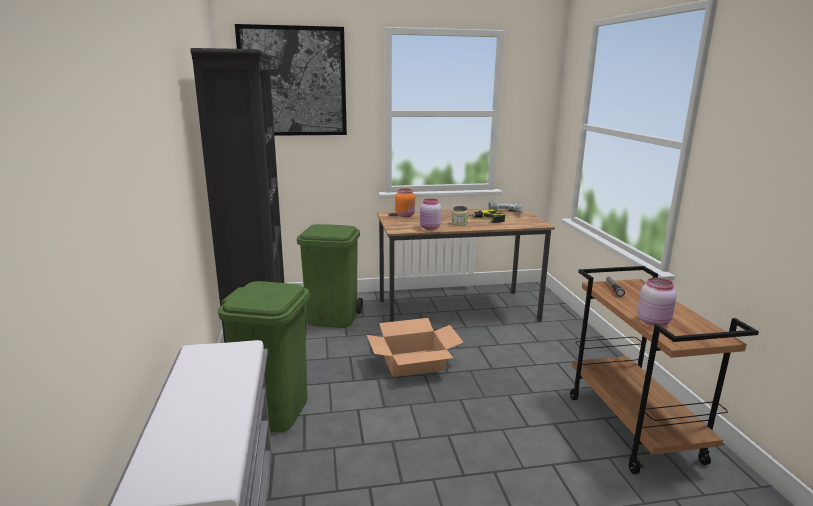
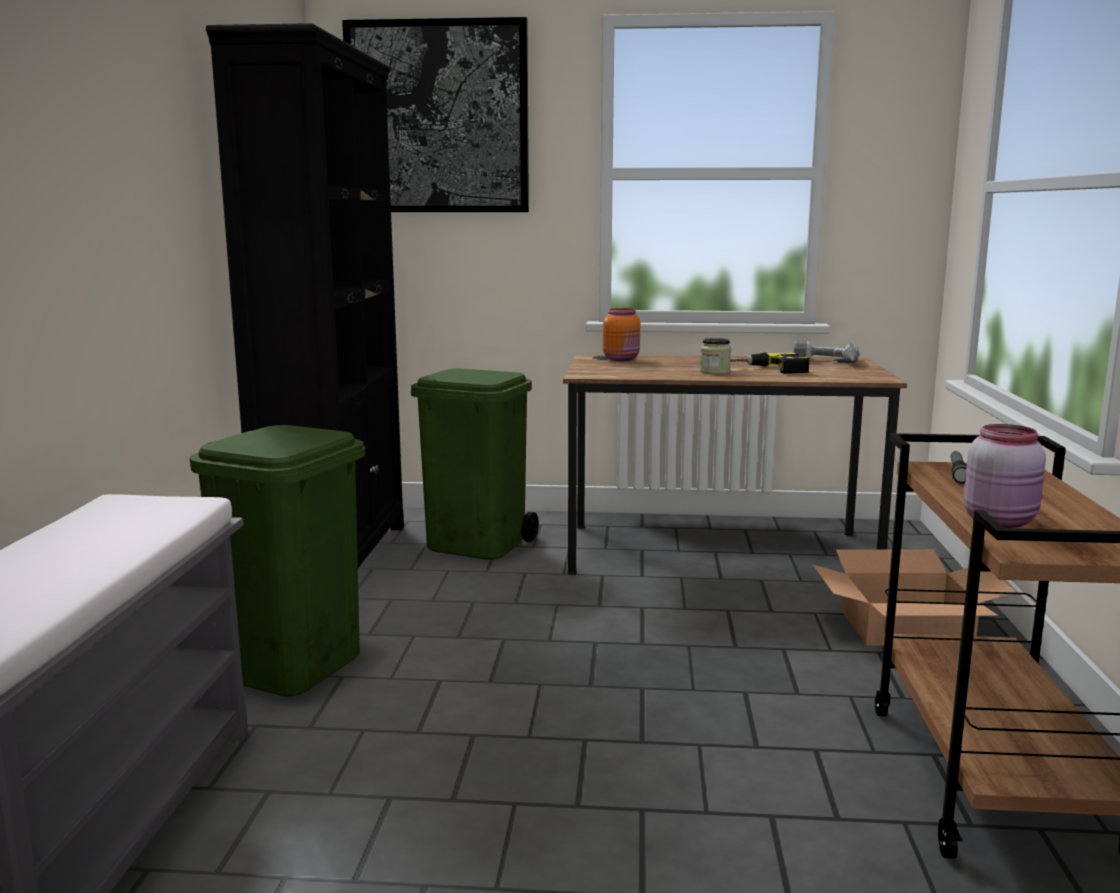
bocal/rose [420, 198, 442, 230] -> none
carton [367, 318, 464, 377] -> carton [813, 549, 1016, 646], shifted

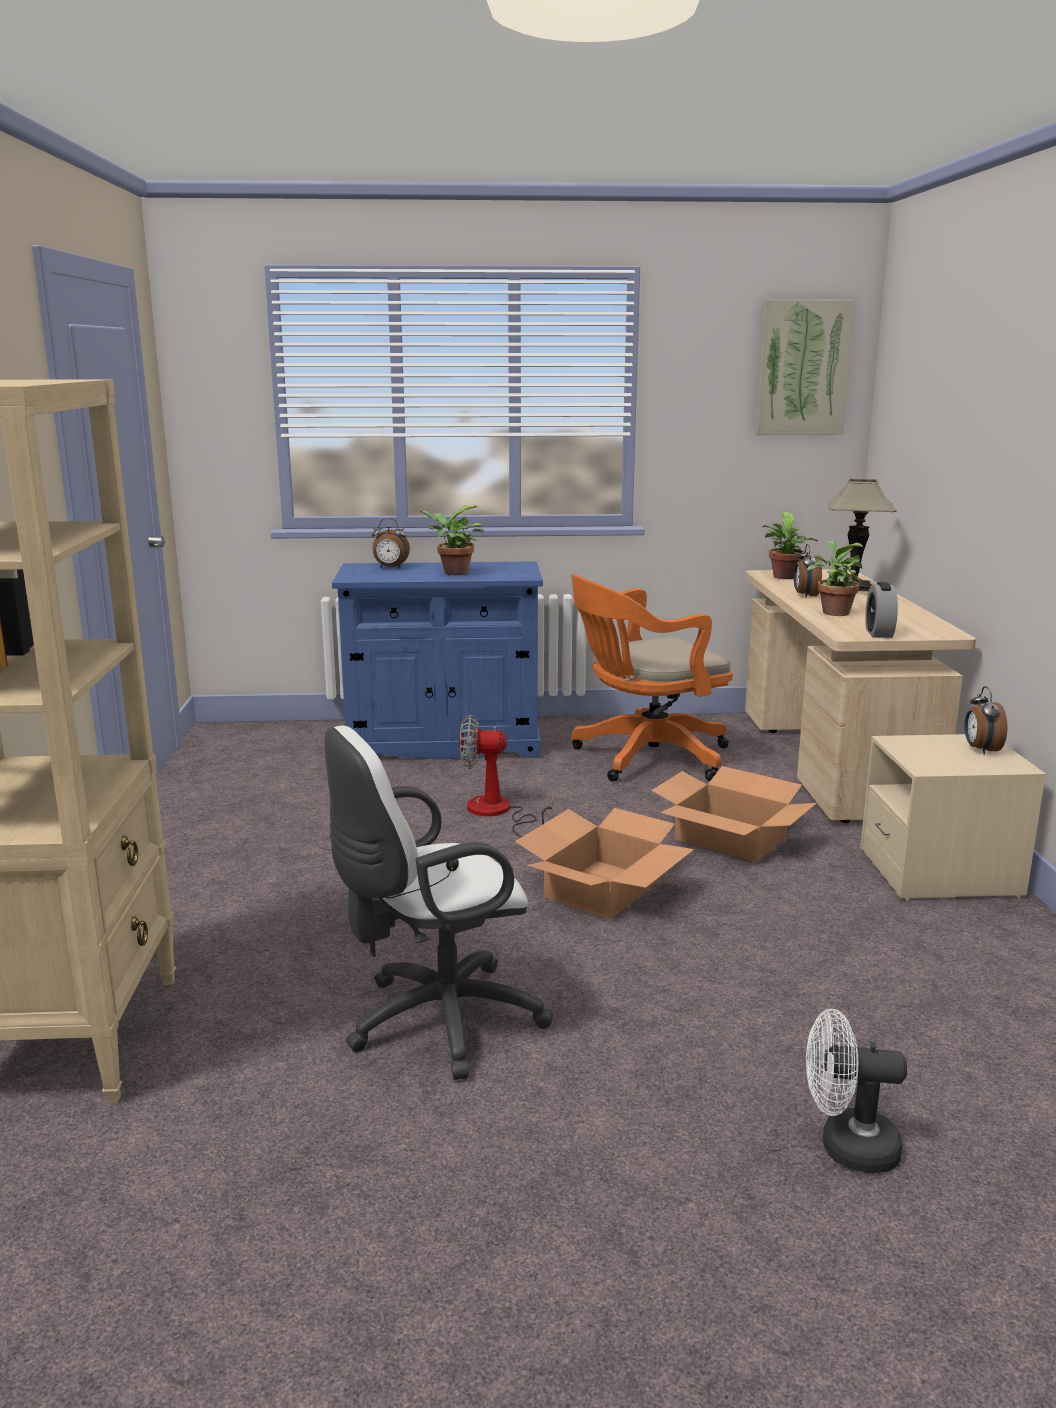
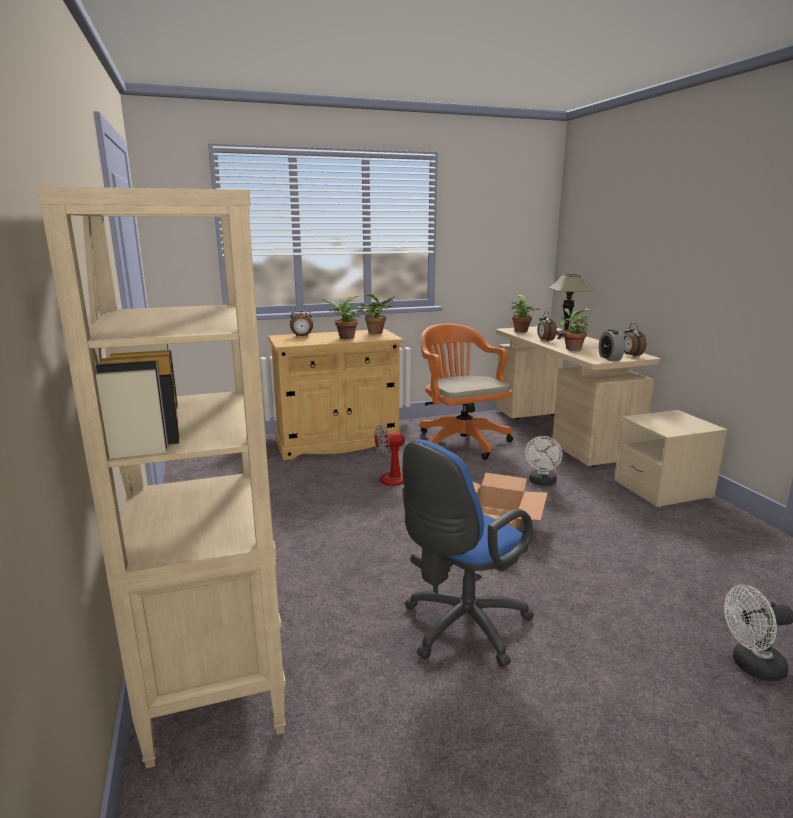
tableau [755, 300, 855, 435] -> none
none -> plante en pot [359, 294, 397, 334]
réveil [964, 686, 1007, 755] -> réveil [623, 323, 647, 357], shifted
carton [651, 766, 817, 862] -> ventilateur/blanc [525, 436, 563, 486]
chaise de bureau/blanc [324, 726, 553, 1080] -> chaise de bureau/bleu [402, 440, 534, 667]
meuble de rangement/bleu [332, 561, 543, 759] -> meuble de rangement/beige [268, 329, 404, 460]
chaise de bureau/orange [571, 574, 733, 782] -> chaise de bureau/orange [420, 323, 513, 460], 105 degrees clockwise

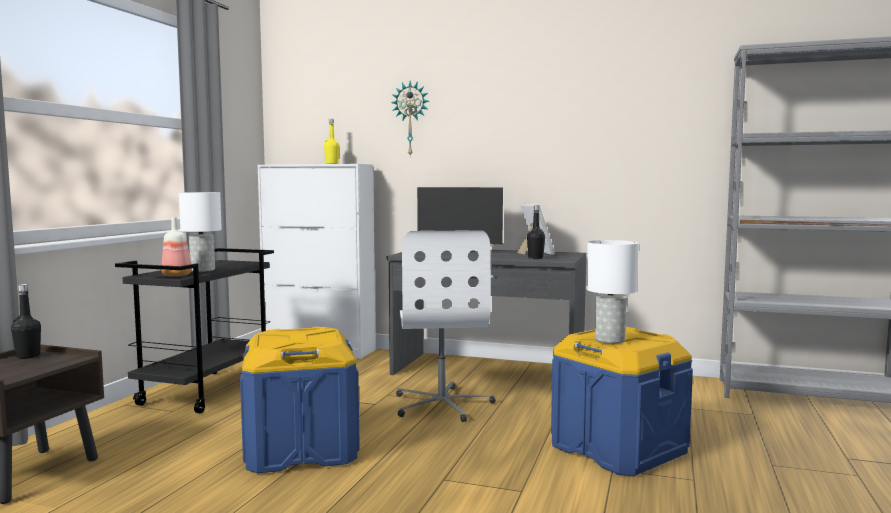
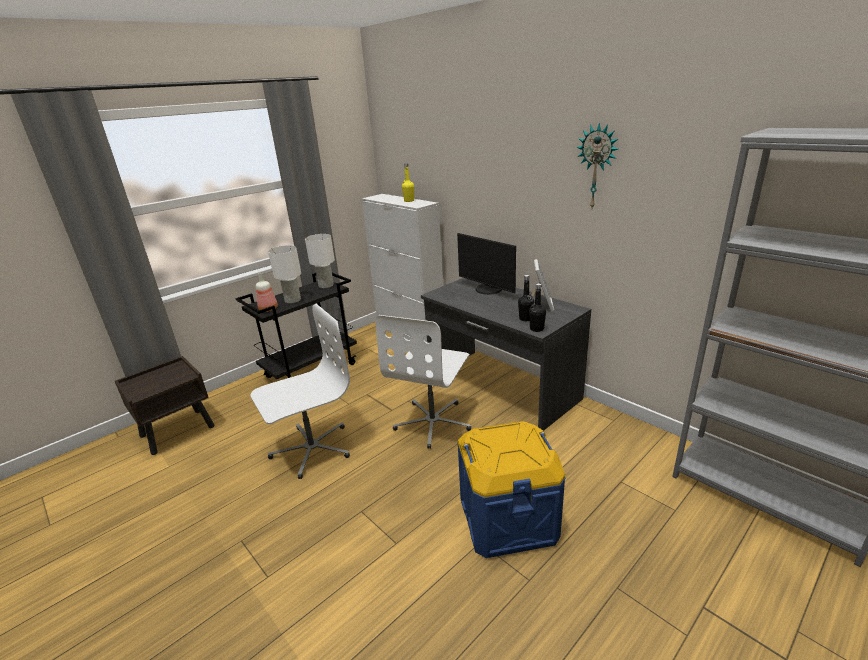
bouteille/noir [11, 284, 41, 359] -> bouteille/noir [529, 283, 546, 332], shifted
horloge murale [391, 81, 429, 157] -> horloge murale [576, 122, 618, 208], shifted
lampe de table/blanc [586, 240, 639, 344] -> lampe de table/blanc [305, 234, 335, 288], shifted
boîte de rangement/bleu [240, 327, 360, 473] -> chaise de bureau/blanc [251, 304, 350, 479]

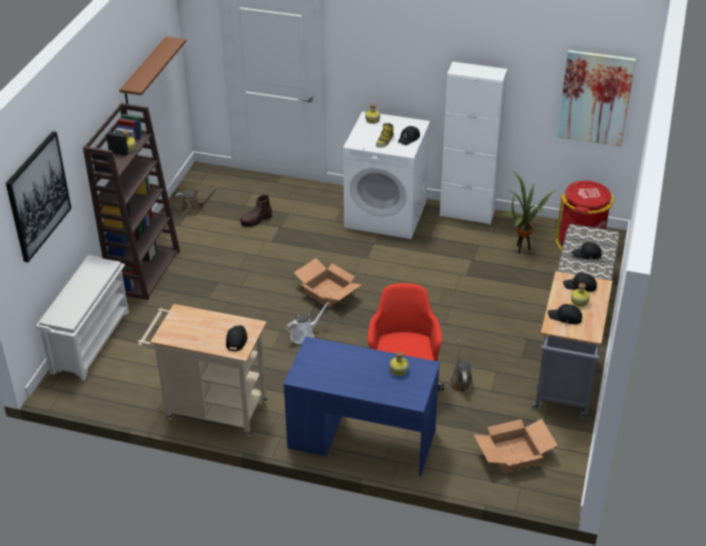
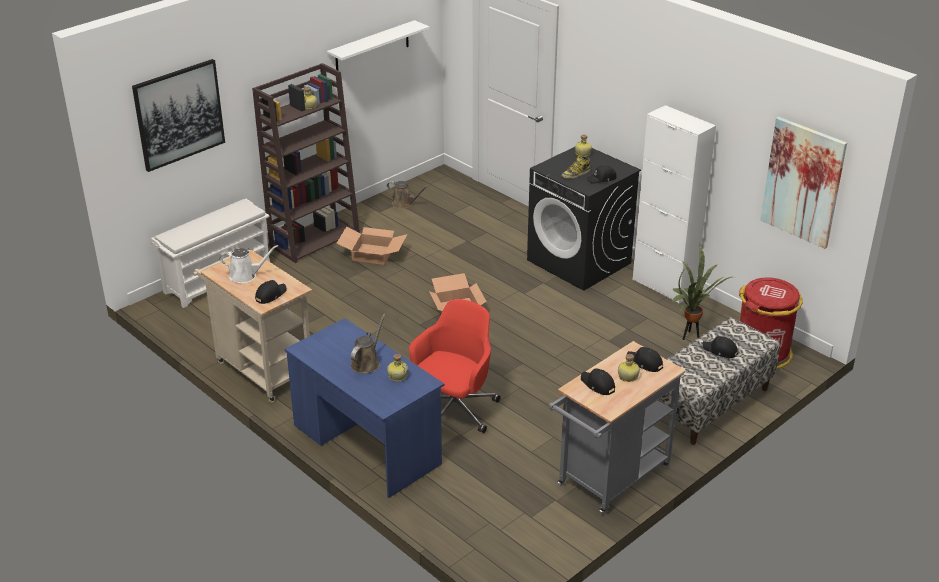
botte/marron [240, 195, 272, 227] -> none
arrosoir/blanc [286, 302, 330, 344] -> arrosoir/blanc [219, 245, 278, 283], shifted
arrosoir/marron [449, 338, 473, 393] -> arrosoir/marron [350, 314, 386, 374], shifted
carton [474, 419, 558, 473] -> carton [337, 227, 407, 265], shifted
étagère/marron [120, 37, 186, 104] -> étagère/blanc [327, 20, 430, 70]
lave-linge/blanc [343, 111, 430, 239] -> lave-linge/noir [527, 147, 641, 291]

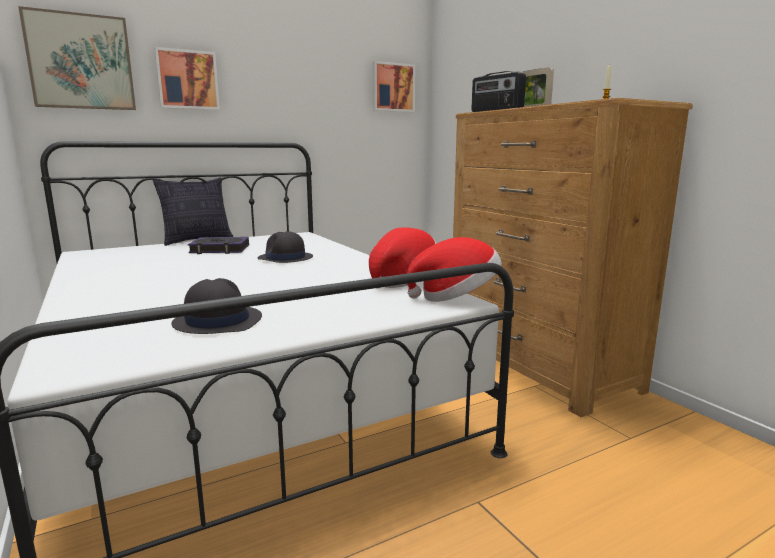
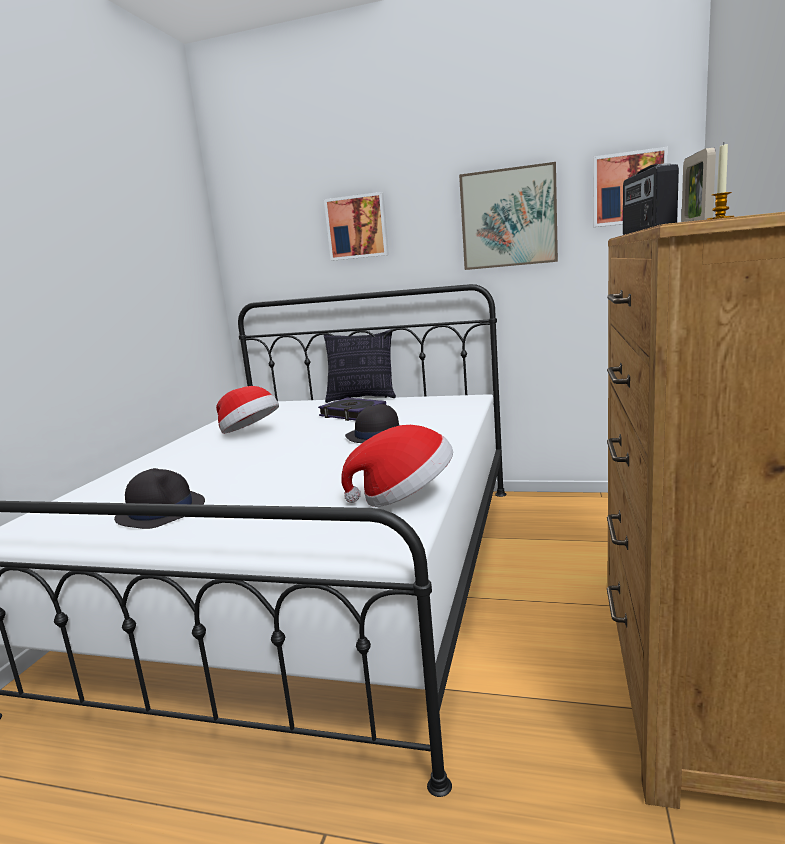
tableau [18, 6, 136, 110] -> tableau [459, 162, 558, 270], shifted
chapeau [407, 237, 502, 302] -> chapeau [216, 386, 279, 434], shifted

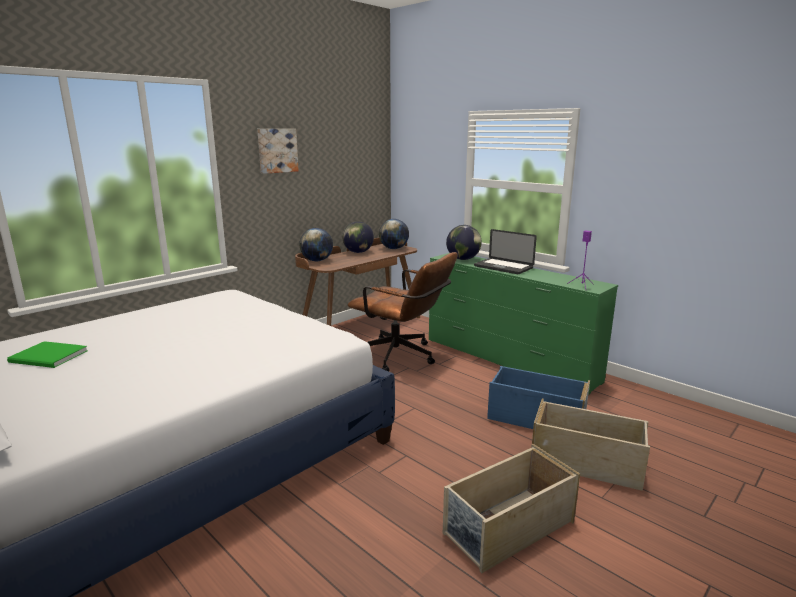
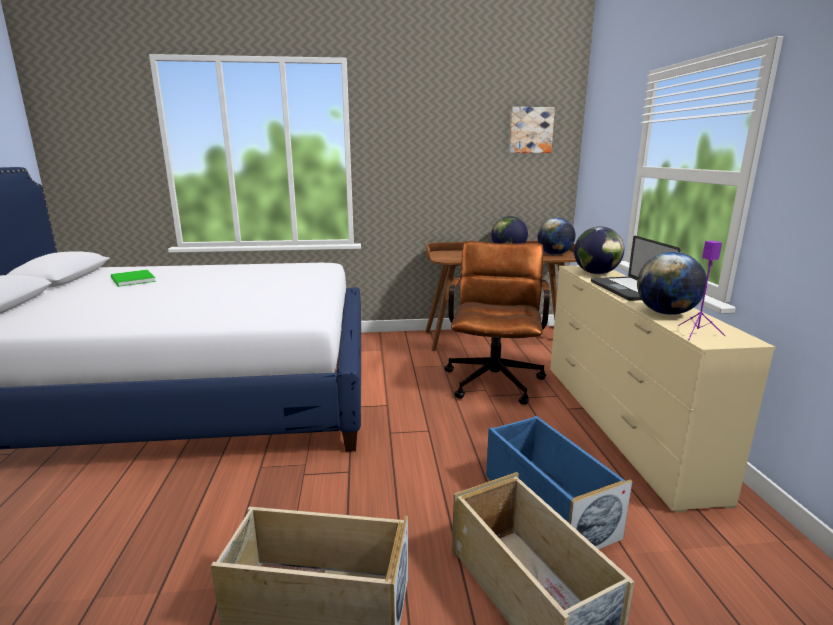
tableau [257, 129, 299, 174] -> tableau [509, 107, 555, 153], shifted
globe [299, 228, 333, 261] -> globe [637, 252, 707, 315], shifted
commode/vert [429, 253, 618, 395] -> commode/beige [550, 265, 776, 512]
chaise de bureau/marron [348, 252, 458, 371] -> chaise de bureau/marron [444, 241, 550, 405], 150 degrees counterclockwise

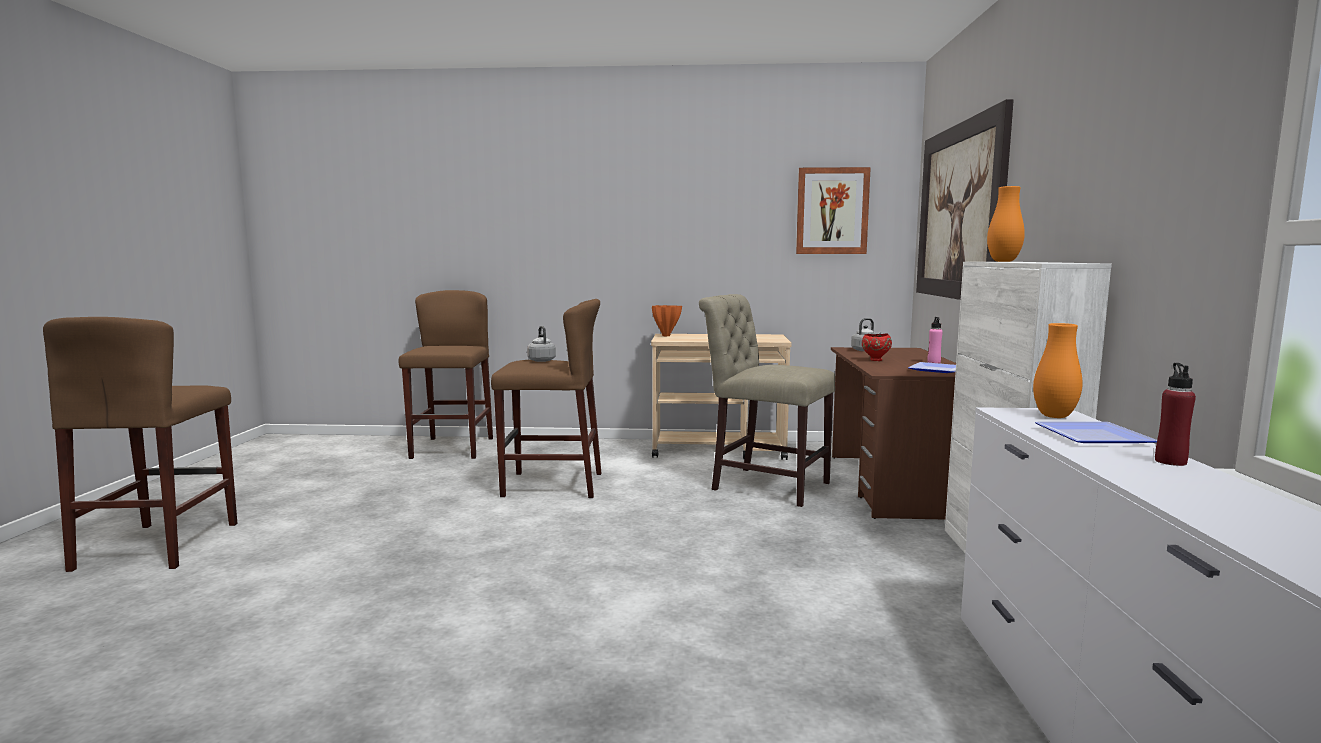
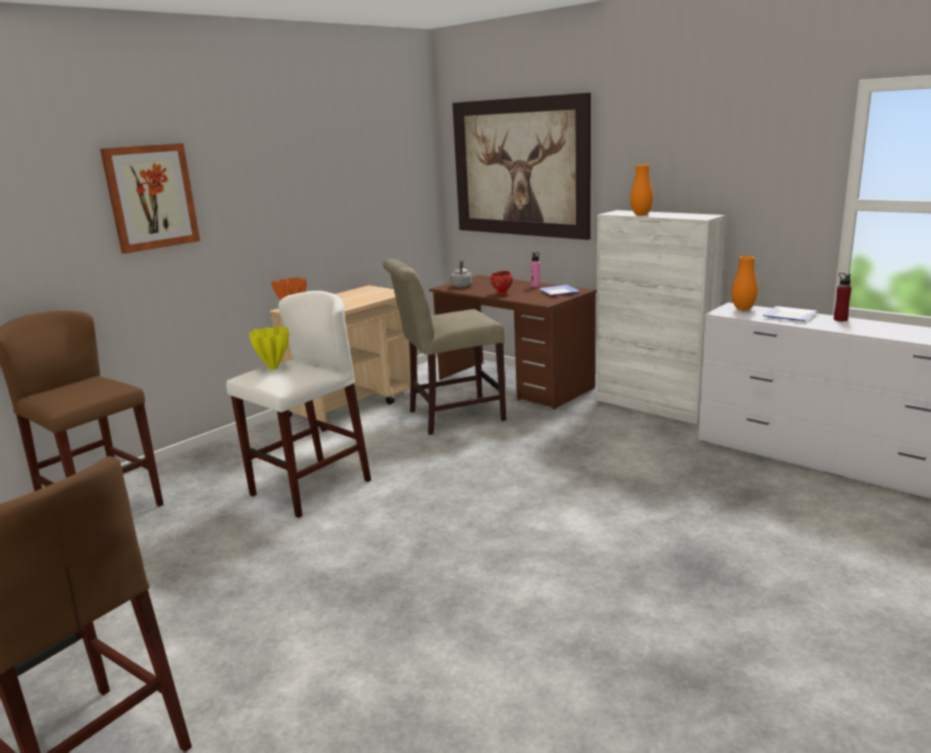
tableau [796, 167, 871, 254] -> tableau [100, 143, 200, 254], shifted
bouilloire/gris [527, 326, 556, 362] -> vase/jaune [249, 326, 289, 370]
tabouret/marron [491, 299, 601, 498] -> tabouret/blanc [226, 291, 371, 518]

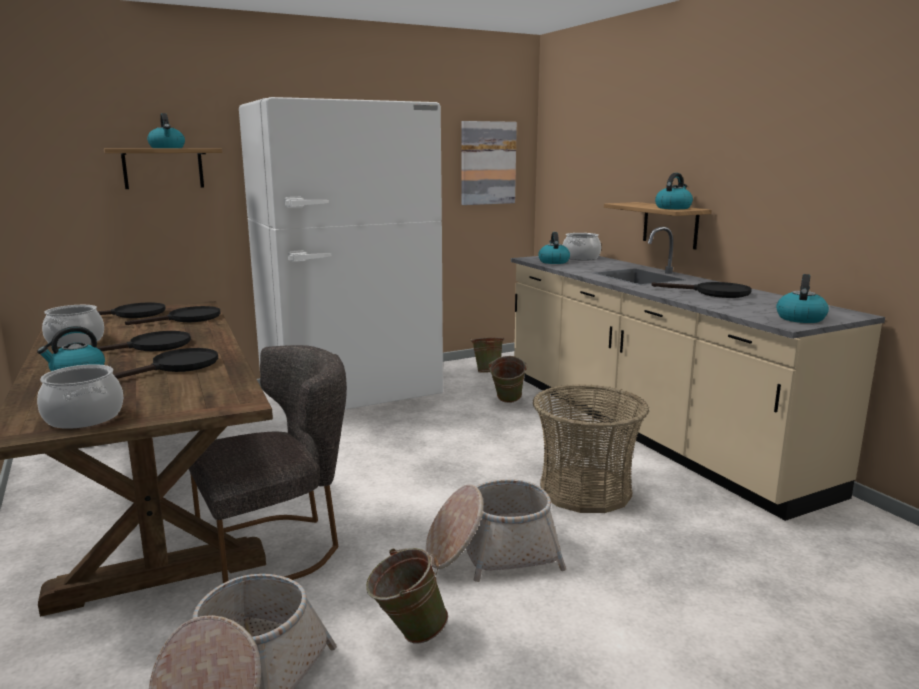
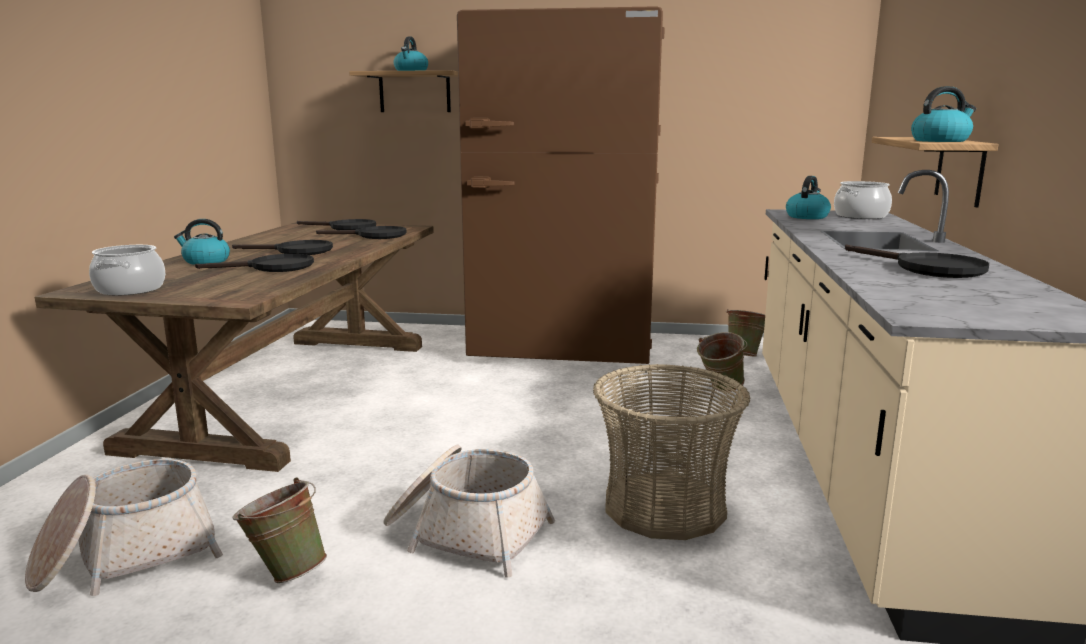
marmite [42, 305, 104, 347] -> none
chaise/gris [189, 345, 347, 583] -> none
tableau [461, 121, 517, 205] -> none
bouilloire [776, 274, 829, 323] -> none
réfrigérateur/blanc [239, 97, 443, 415] -> réfrigérateur/marron [457, 6, 665, 364]

